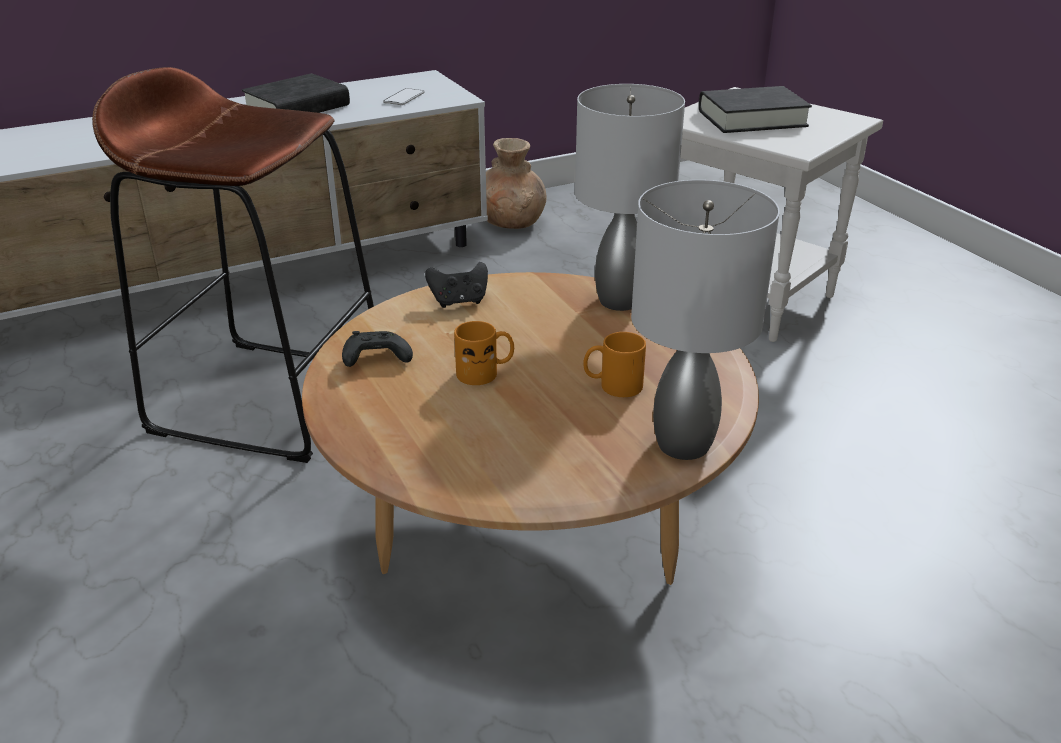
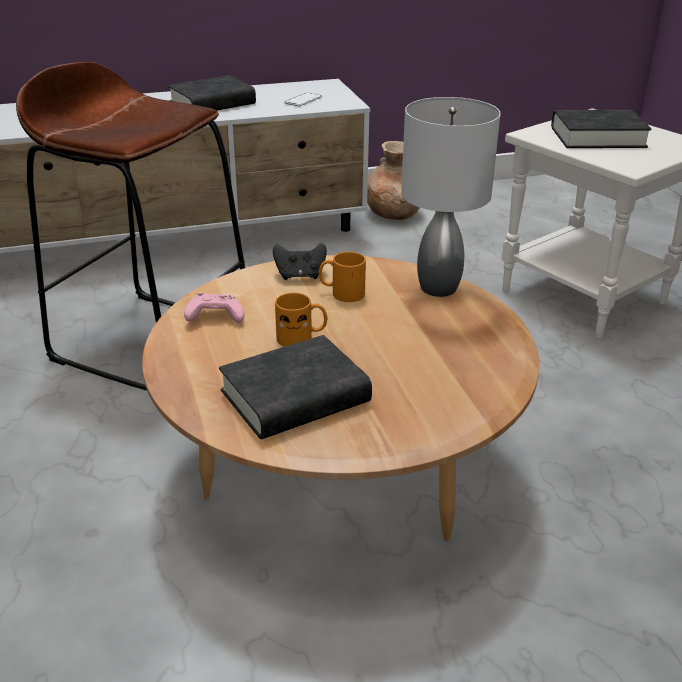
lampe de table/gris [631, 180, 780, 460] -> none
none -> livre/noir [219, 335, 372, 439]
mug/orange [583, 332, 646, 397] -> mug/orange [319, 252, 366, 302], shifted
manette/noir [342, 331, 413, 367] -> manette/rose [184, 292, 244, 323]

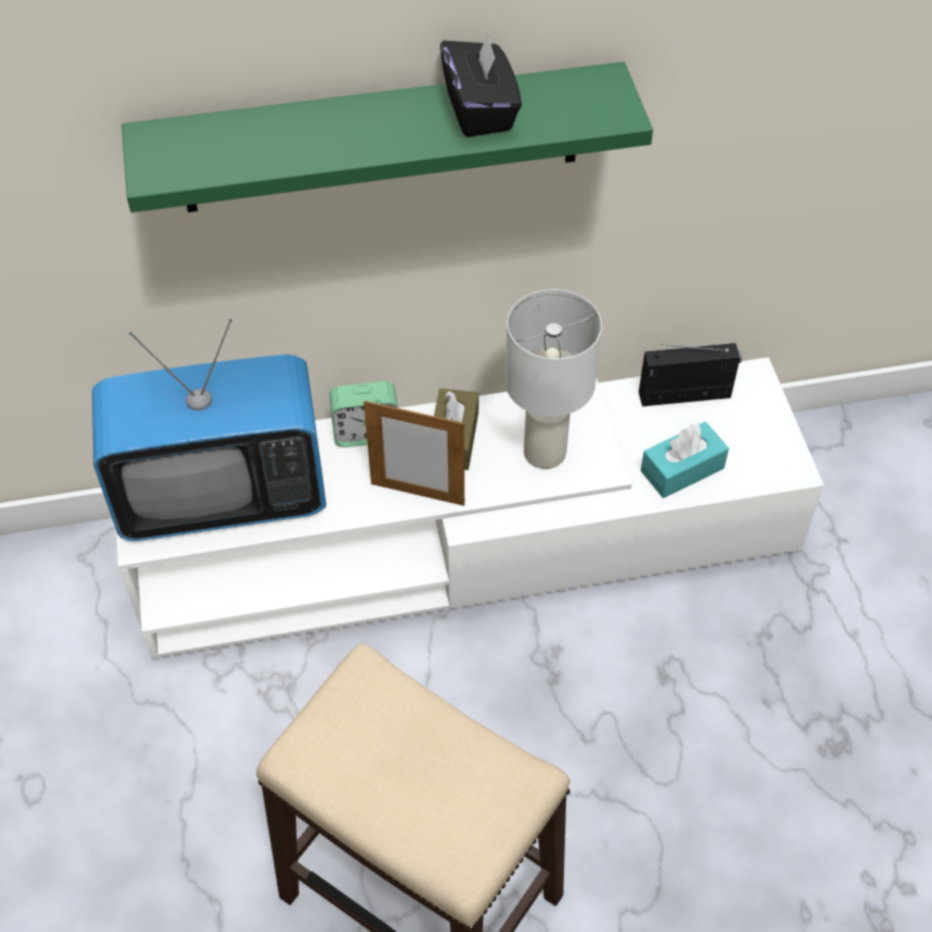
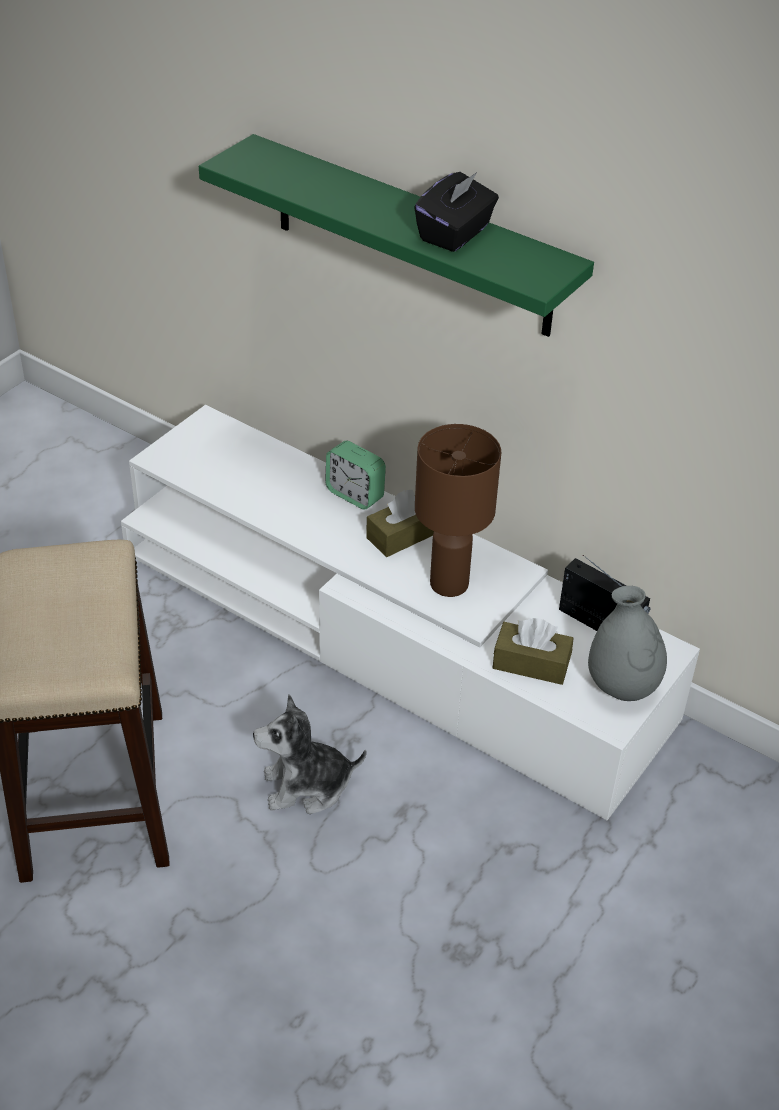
téléviseur [92, 319, 326, 541] -> none
cadre photo [364, 400, 465, 506] -> none
none -> peluche [253, 694, 366, 814]
none -> vase/gris [588, 586, 667, 701]
lampe de table/blanc [505, 289, 602, 469] -> lampe de table/marron [415, 424, 501, 597]
boîte à mouchoirs/turquoise [641, 422, 729, 498] -> boîte à mouchoirs/marron [493, 618, 573, 685]

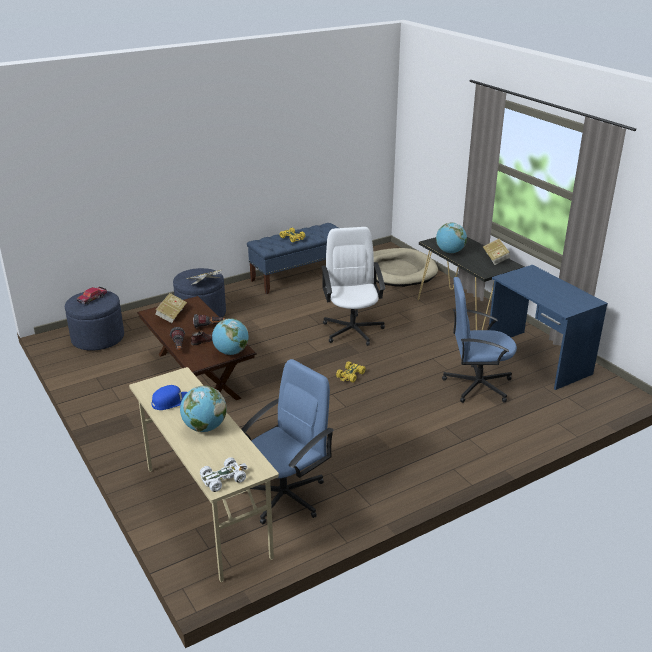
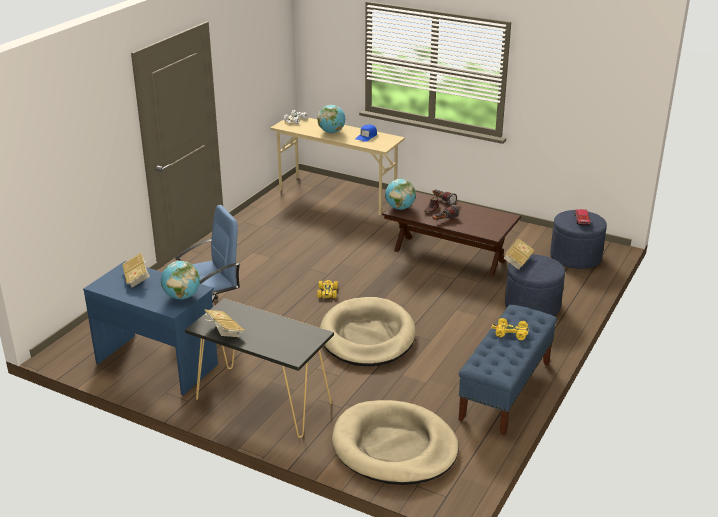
chaise de bureau/bleu [241, 359, 334, 524] -> none
livre [155, 293, 187, 323] -> livre [123, 253, 150, 287], shifted
globe [436, 223, 467, 253] -> globe [161, 261, 200, 299], shifted
chaise de bureau/blanc [321, 227, 385, 346] -> panier pour chien/beige [320, 297, 416, 366]

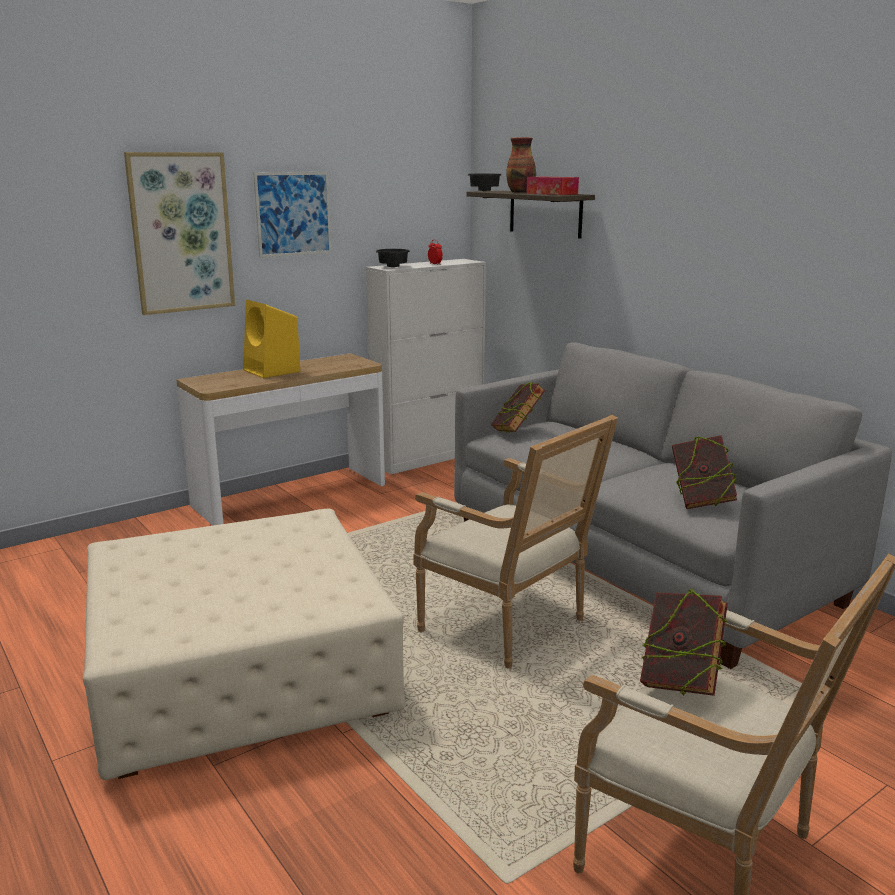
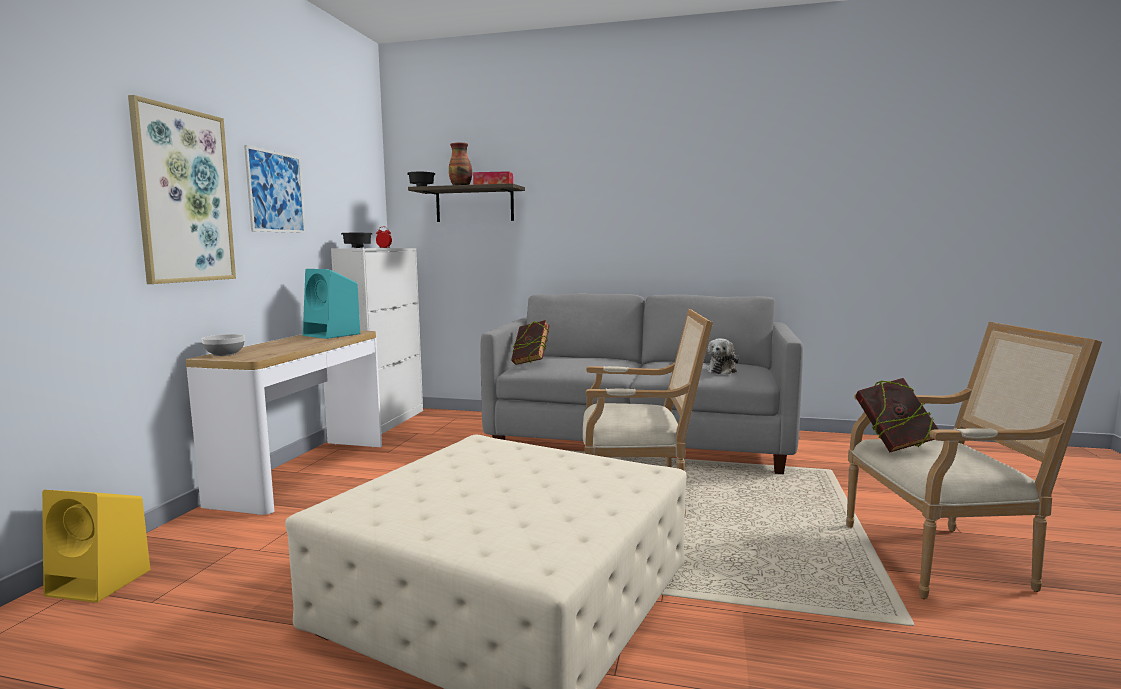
none -> bol [202, 334, 245, 356]
none -> enceinte/turquoise [303, 269, 360, 339]
enceinte/jaune [243, 299, 300, 378] -> enceinte/jaune [42, 490, 151, 603], shifted
livre [672, 435, 737, 509] -> peluche [705, 338, 739, 375]

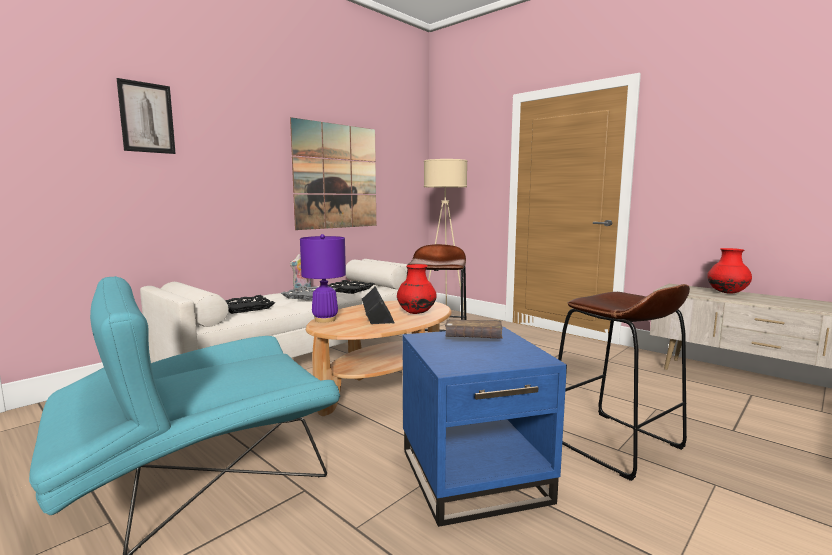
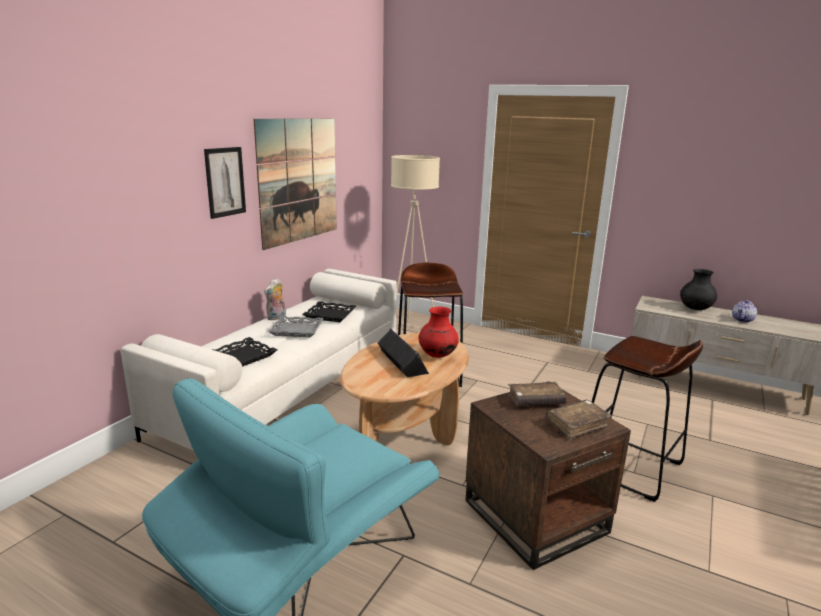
lampe de table/violet [300, 234, 346, 323] -> none
none -> livre/marron [546, 400, 612, 440]
none -> théière [732, 300, 757, 323]
tableau [117, 78, 176, 154] -> tableau [204, 147, 246, 219], shifted
table d'appoint/bleu [402, 327, 567, 527] -> table d'appoint/marron [466, 381, 631, 570]
vase/rouge [707, 248, 752, 294] -> vase/noir [680, 269, 717, 310]

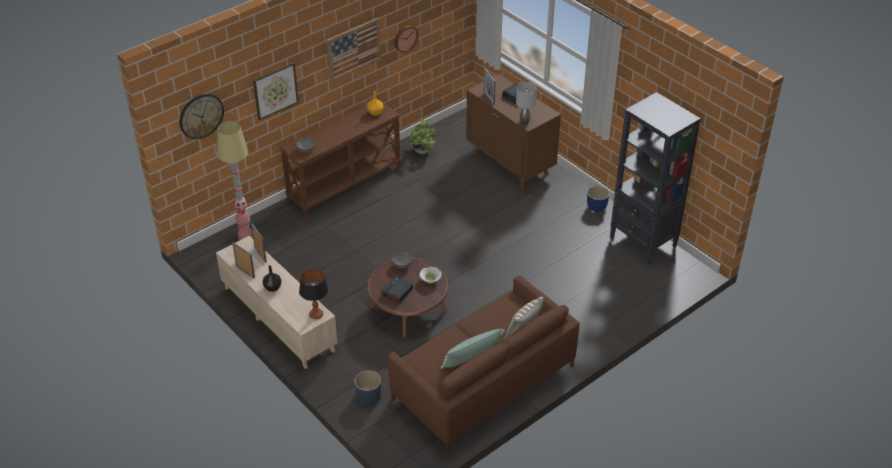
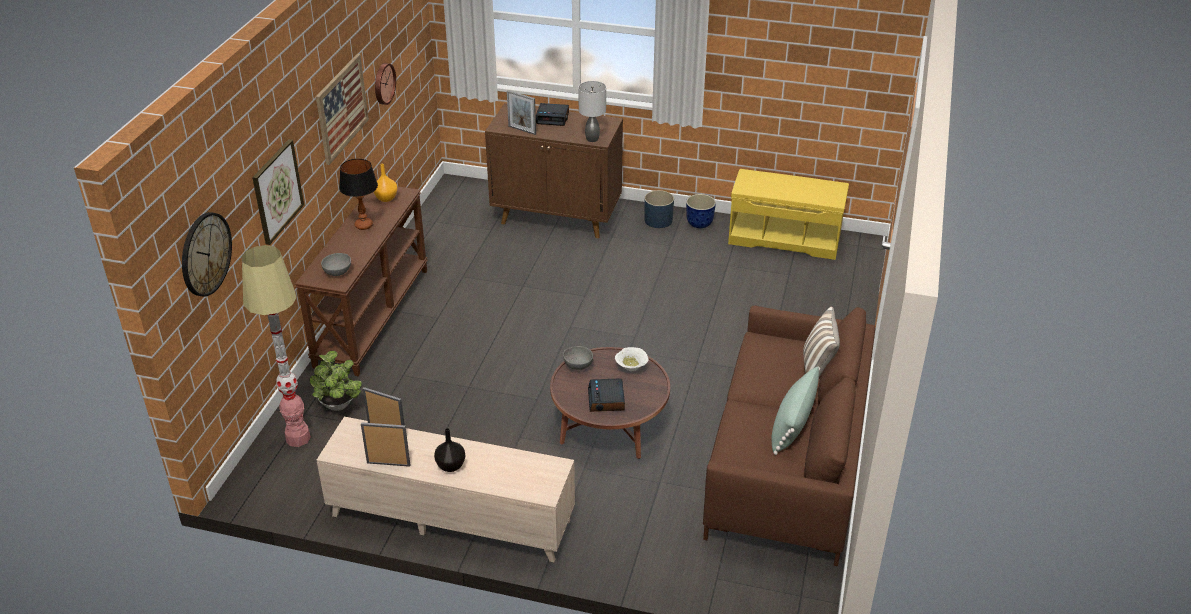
lampe de table [299, 270, 328, 319] -> lampe de table [339, 159, 378, 230], shifted
cache-pot/bleu [354, 370, 381, 406] -> cache-pot/bleu [644, 190, 674, 228], shifted
plante en pot [408, 119, 436, 154] -> plante en pot [309, 351, 362, 411], shifted
bibliothèque/noir [610, 92, 701, 265] -> banc/jaune [728, 169, 849, 260]

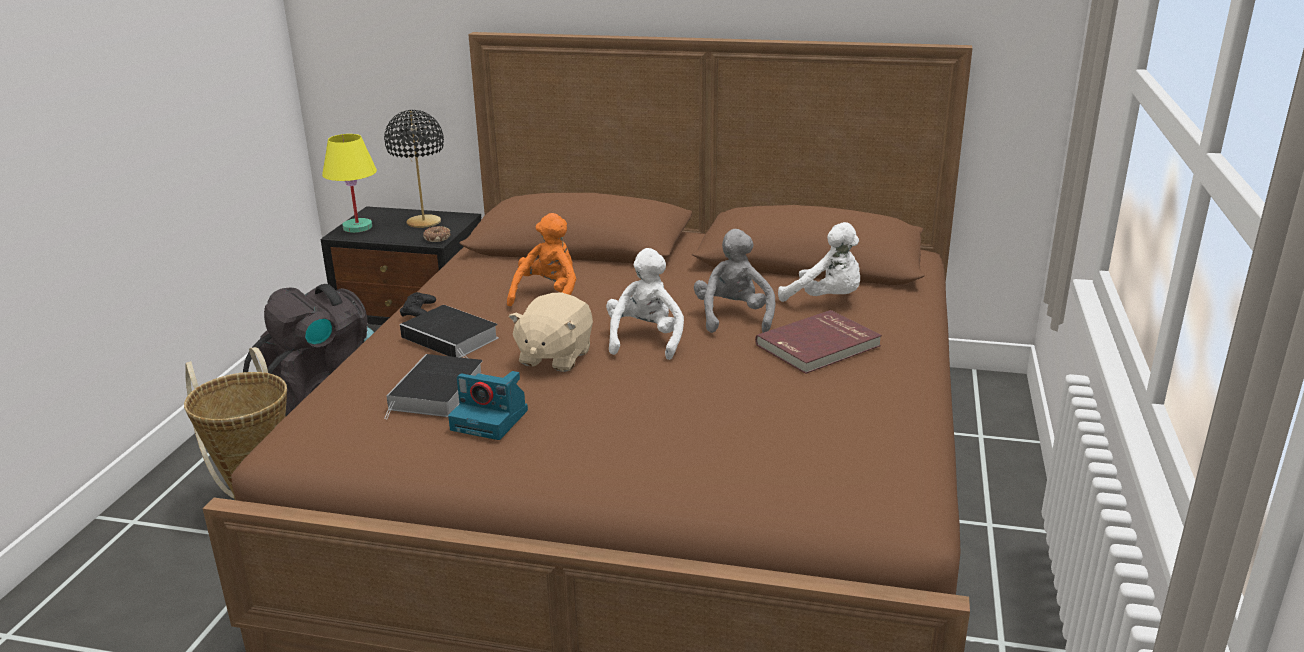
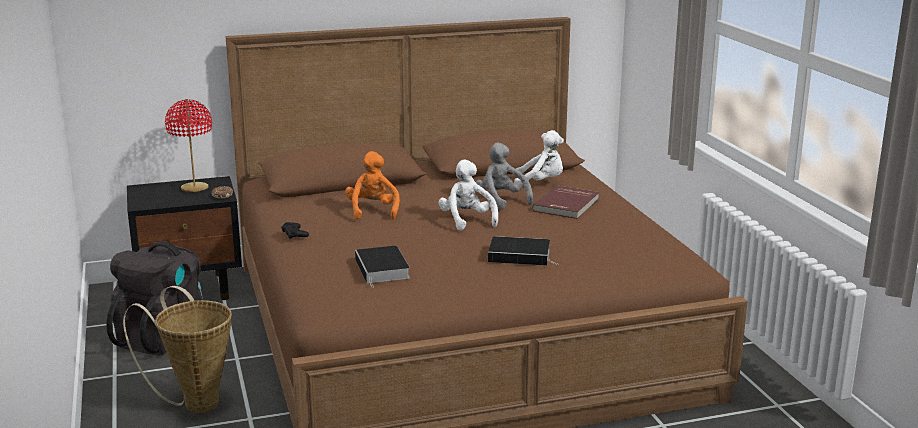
lampe de table/jaune [322, 134, 377, 233] -> none
appareil photo [448, 371, 528, 440] -> none
peluche/beige [509, 292, 593, 372] -> none
livre [400, 305, 499, 358] -> livre [488, 236, 558, 266], shifted
lampe de table/noir [384, 110, 444, 228] -> lampe de table/rouge [165, 99, 212, 192]

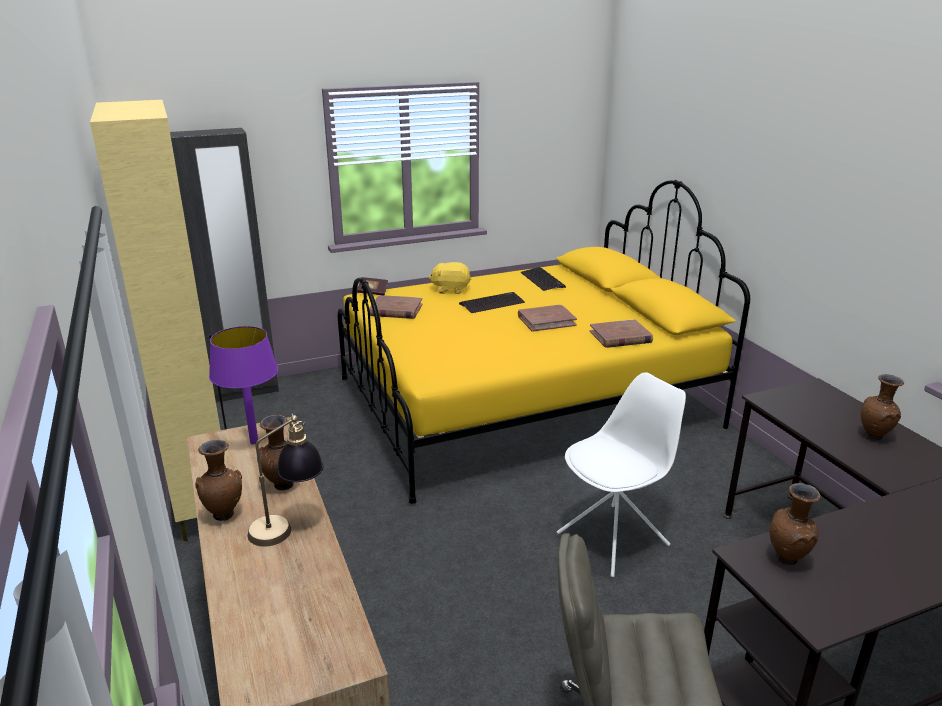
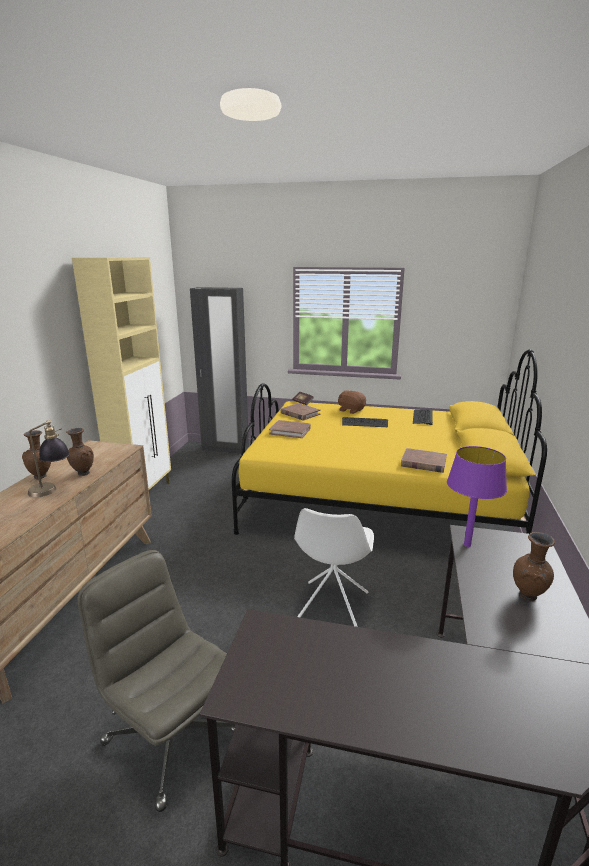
vase/marron [770, 483, 821, 565] -> none
lampe de table/violet [209, 326, 278, 445] -> lampe de table/violet [447, 446, 507, 547], shifted
livre/marron [518, 305, 577, 332] -> livre/marron [269, 420, 311, 438], shifted
peluche/jaune [428, 262, 471, 294] -> peluche/marron [338, 391, 366, 414]
chaise/blanc [557, 372, 686, 577] -> chaise/blanc [294, 508, 374, 627], 105 degrees clockwise

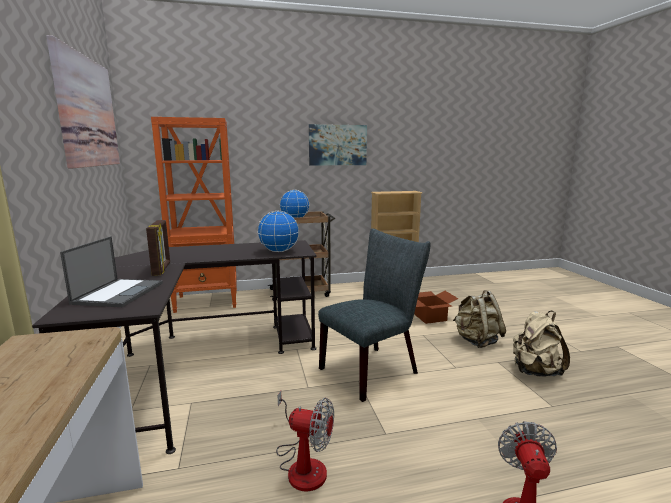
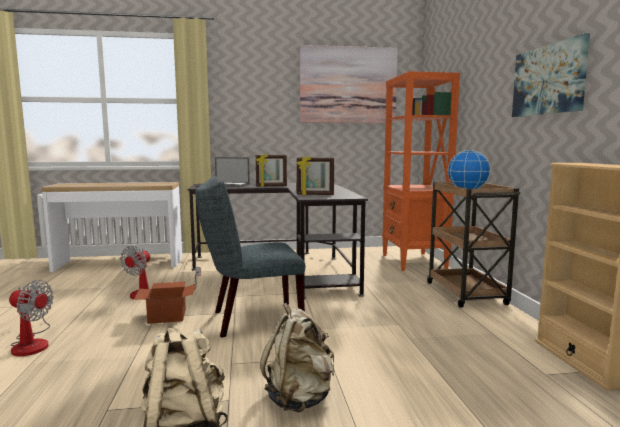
carton [414, 291, 458, 324] -> carton [134, 281, 195, 324], shifted
globe [257, 211, 299, 252] -> cadre photo [297, 156, 334, 195]
chaise/gris [318, 228, 430, 402] -> chaise/gris [195, 176, 305, 338], 105 degrees clockwise

